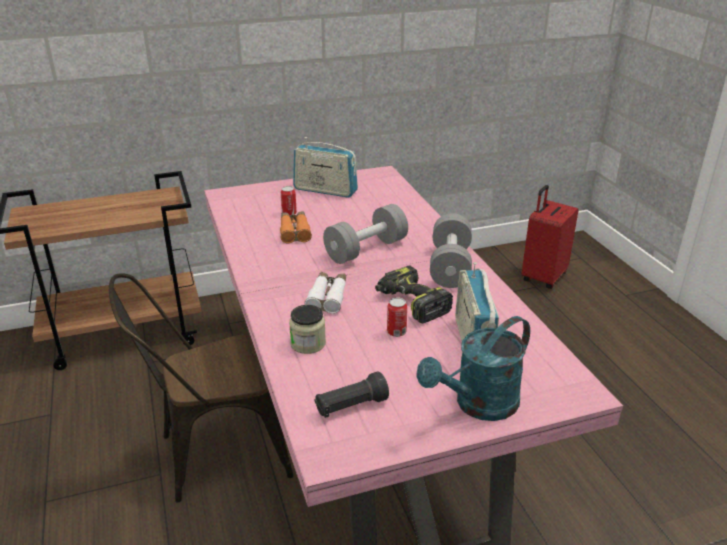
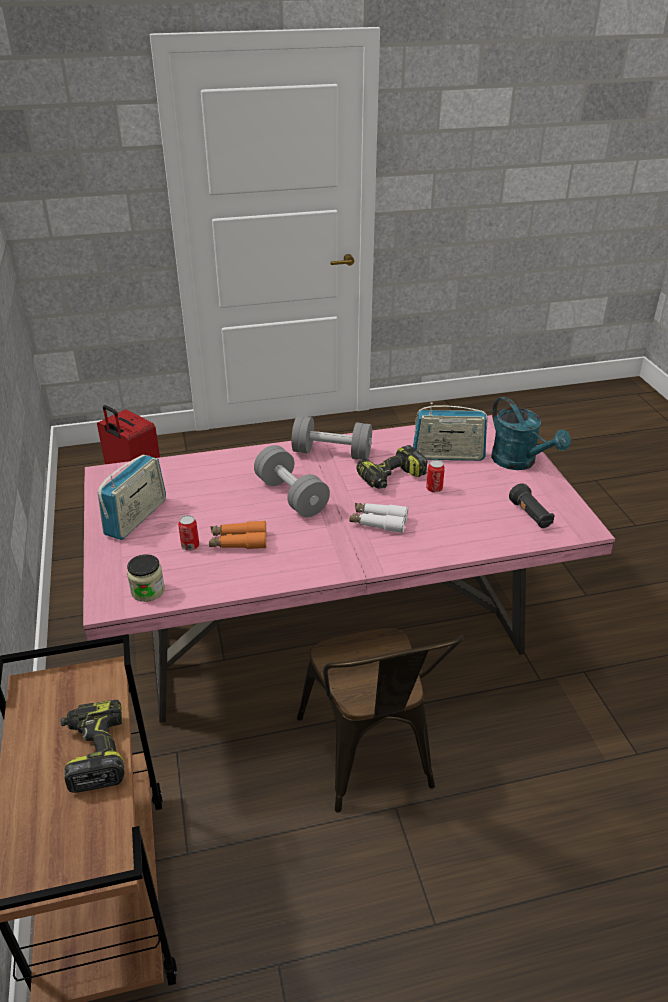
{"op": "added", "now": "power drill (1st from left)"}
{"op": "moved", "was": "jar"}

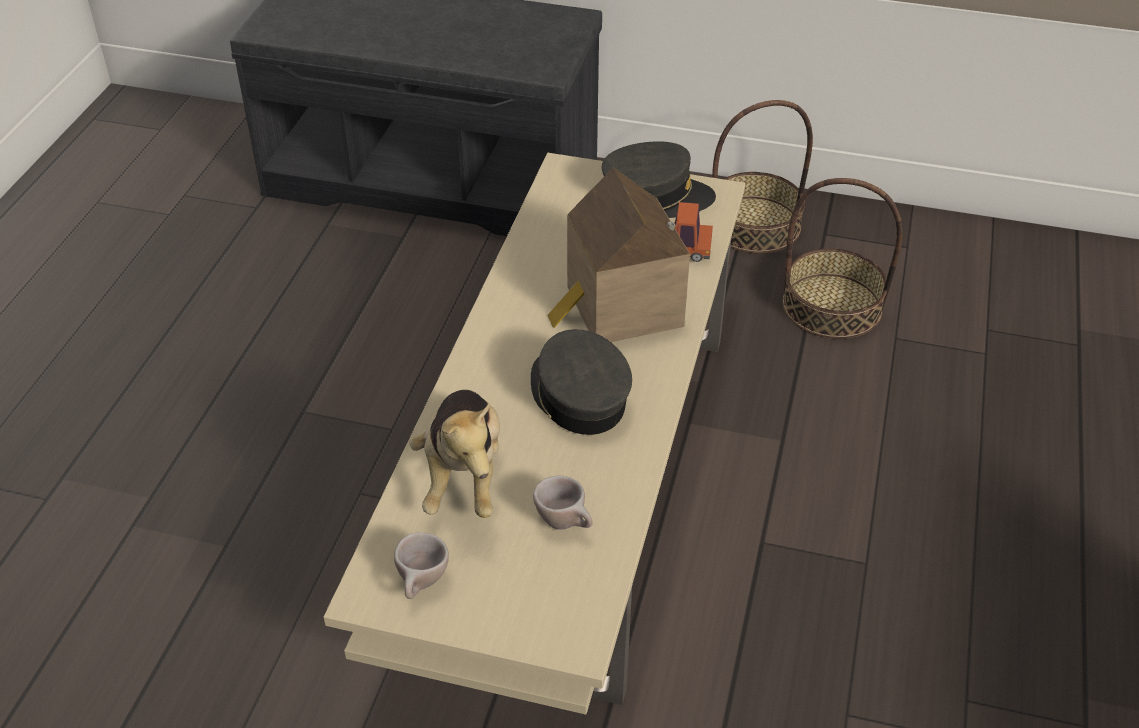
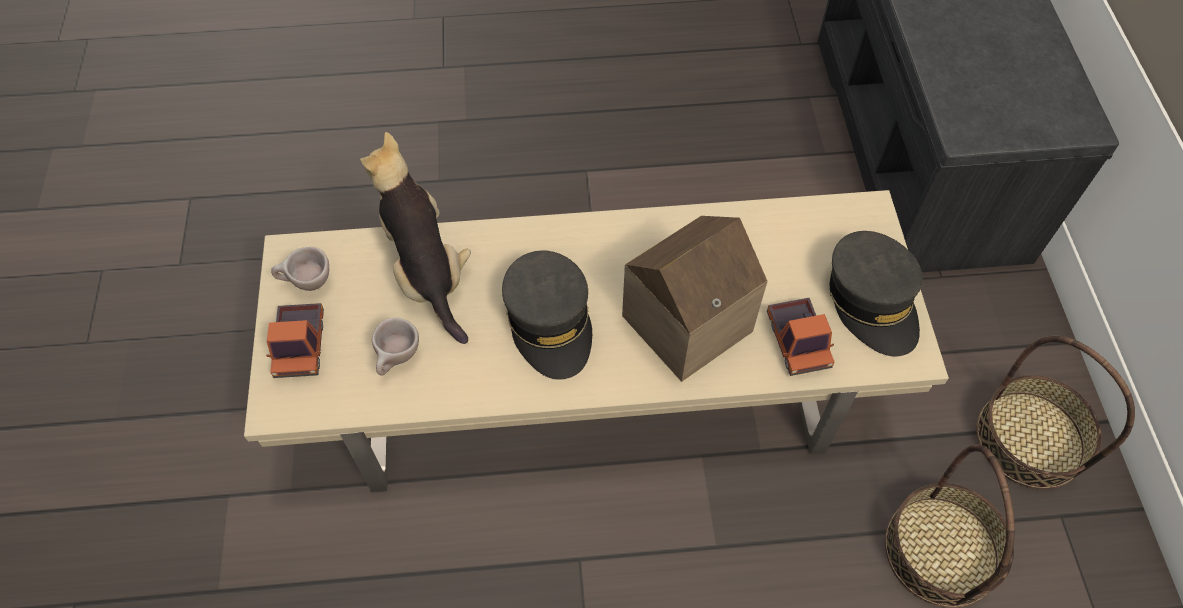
{"op": "added", "now": "toy truck (1st from left)"}
{"op": "turned", "was": "plush toy", "clockwise": 90}
{"op": "turned", "was": "grey cap (1st from left)", "clockwise": 120}

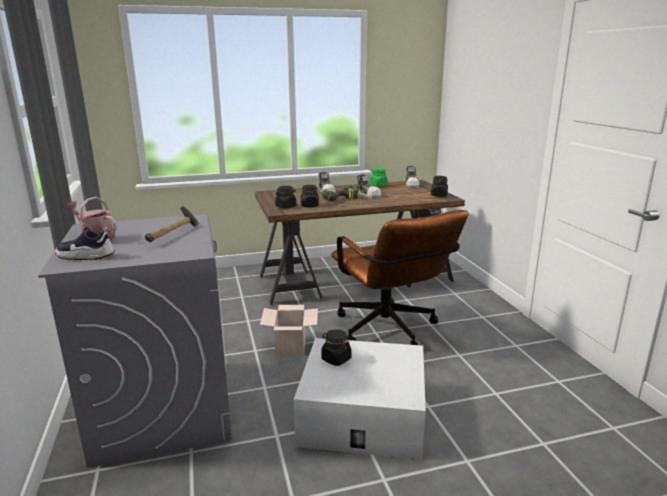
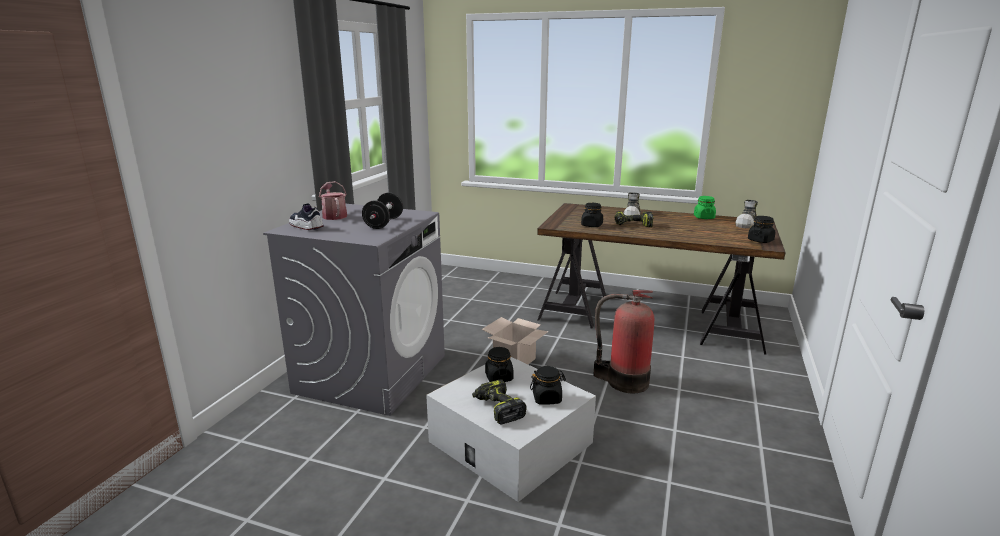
{"op": "replaced", "was": "hammer", "now": "black dumbbell"}
{"op": "added", "now": "power drill (1st from left)"}
{"op": "moved", "was": "black jar (1st from left in the first image)", "now": "black jar (2nd from left)"}
{"op": "replaced", "was": "brown office chair", "now": "fire extinguisher"}
{"op": "removed", "was": "shoe (3rd from left)"}

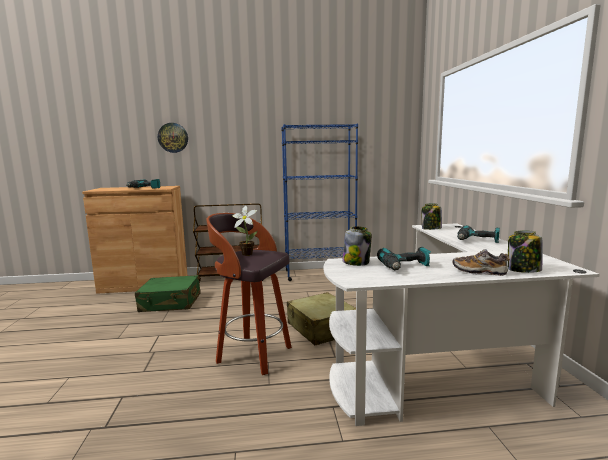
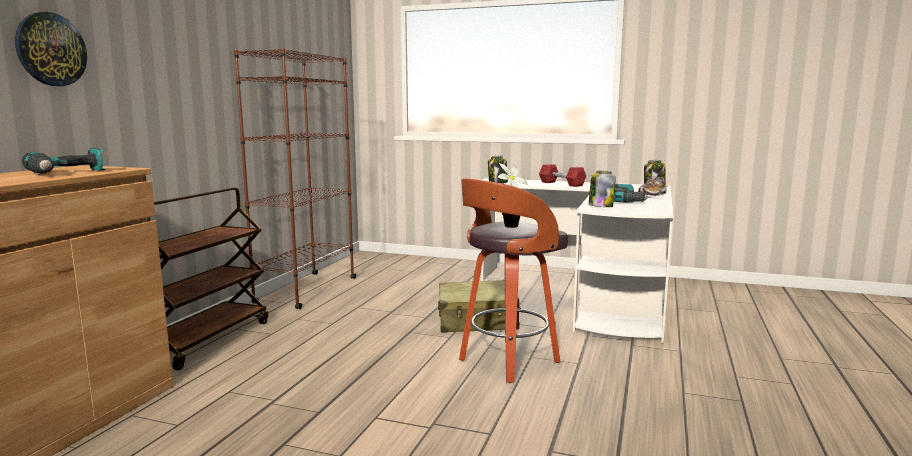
{"op": "recoloured", "was": "blue bookcase", "now": "brown bookcase"}
{"op": "replaced", "was": "power drill (3rd from left)", "now": "red dumbbell"}
{"op": "removed", "was": "green suitcase"}

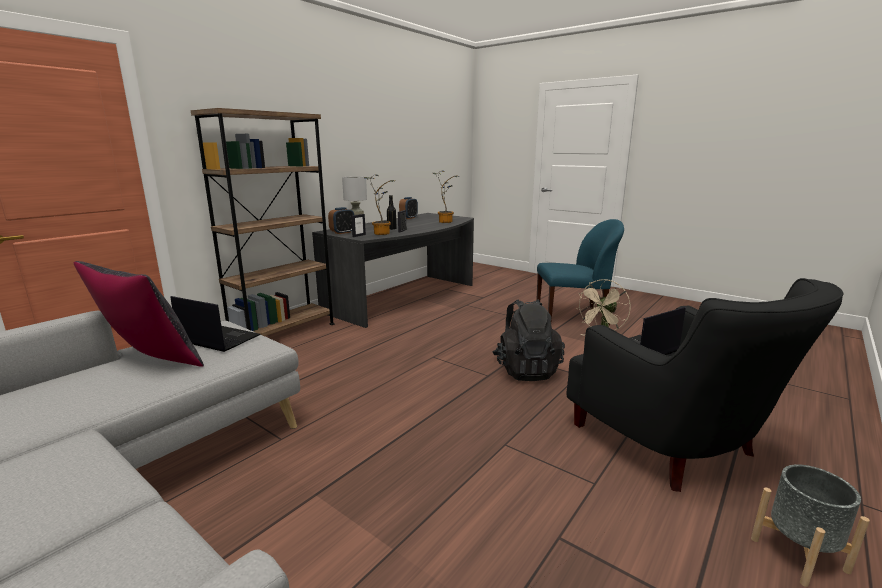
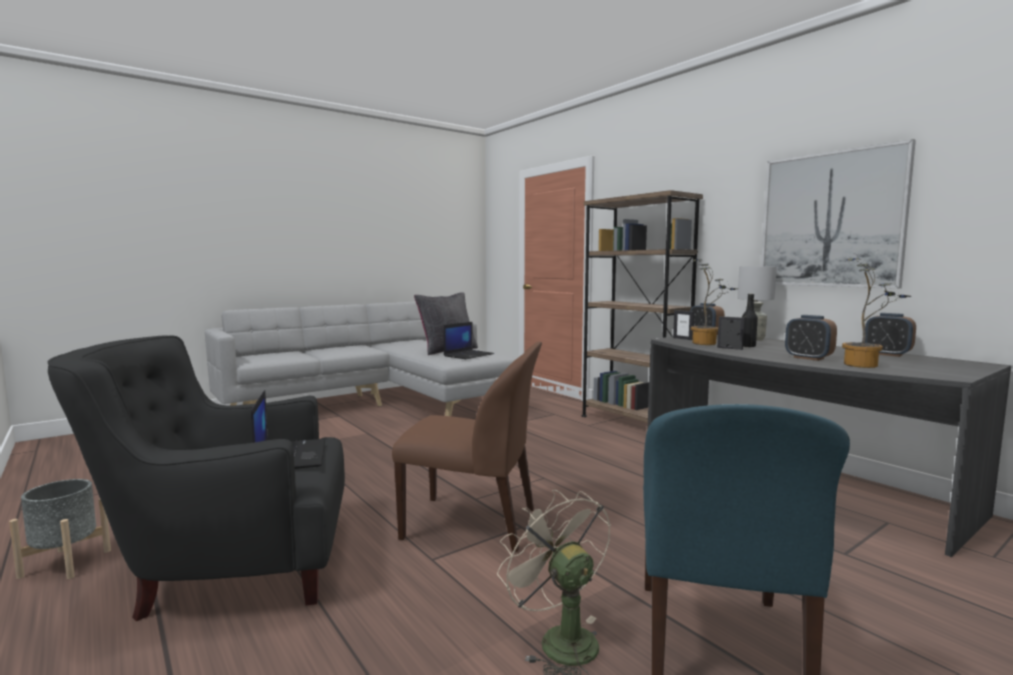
{"op": "replaced", "was": "black backpack", "now": "brown chair"}
{"op": "added", "now": "picture"}
{"op": "added", "now": "alarm clock (2nd from left)"}

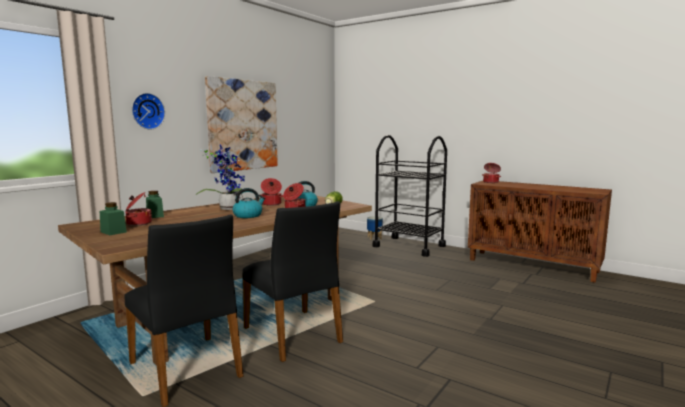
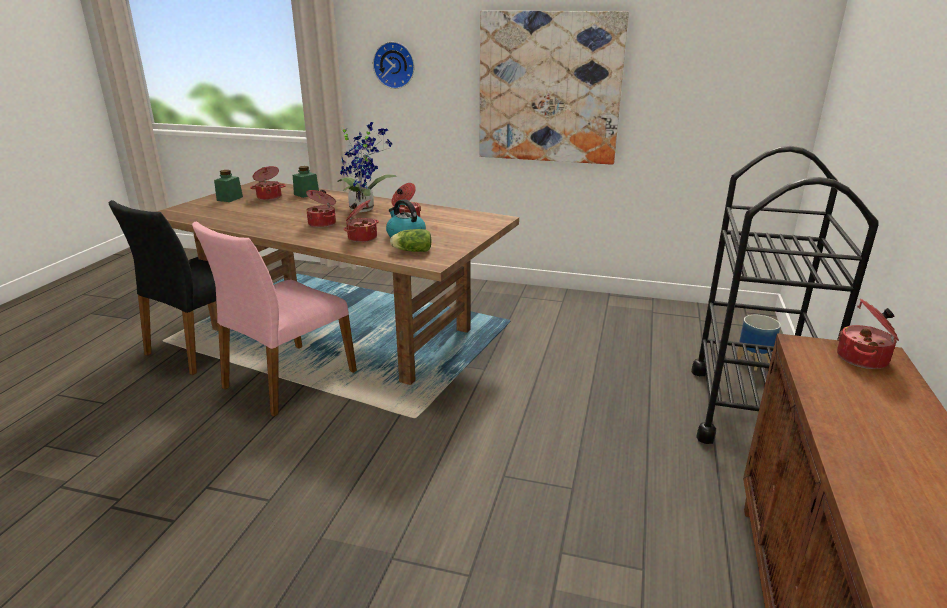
{"op": "recoloured", "was": "black chair (2nd from left)", "now": "pink chair"}
{"op": "replaced", "was": "kettle (1st from left)", "now": "cooking pot (2nd from left)"}

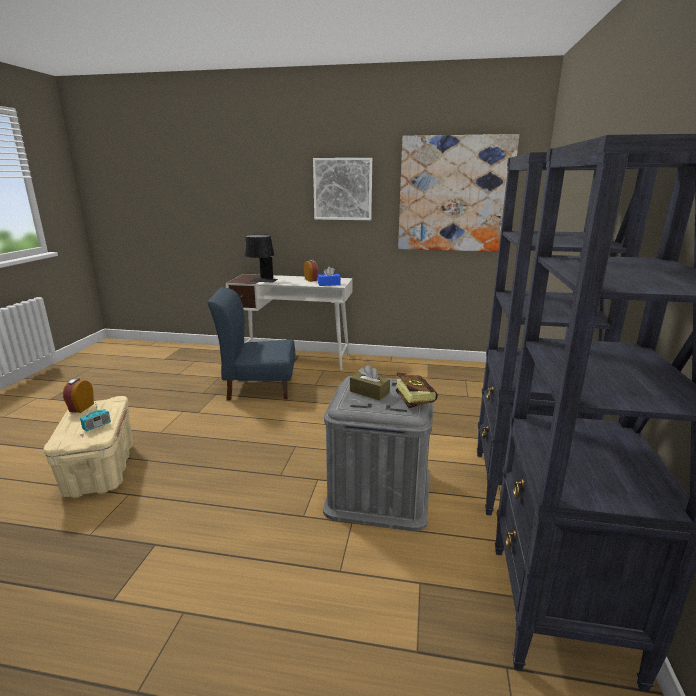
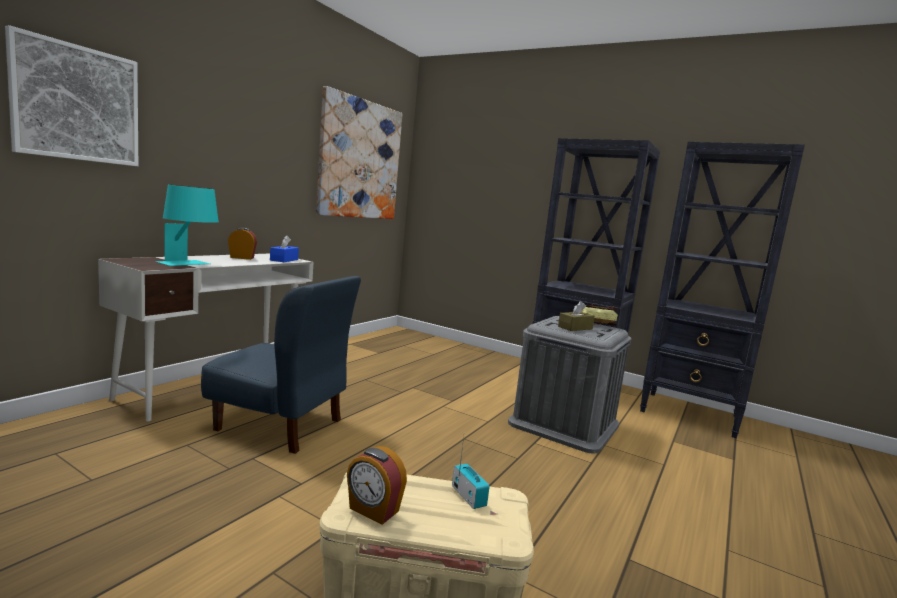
{"op": "moved", "was": "picture (1st from left)"}
{"op": "recoloured", "was": "black table lamp", "now": "turquoise table lamp"}
{"op": "turned", "was": "blue chair", "clockwise": -90}

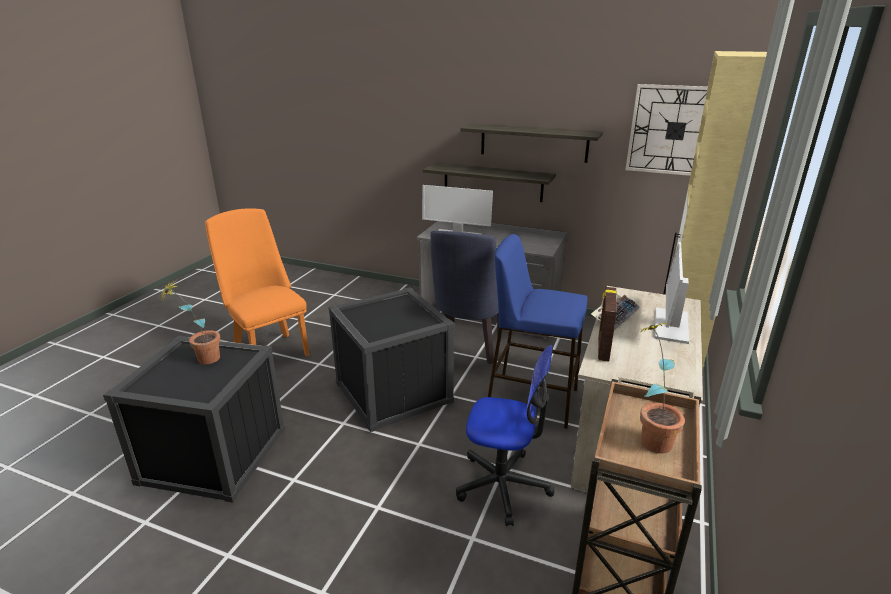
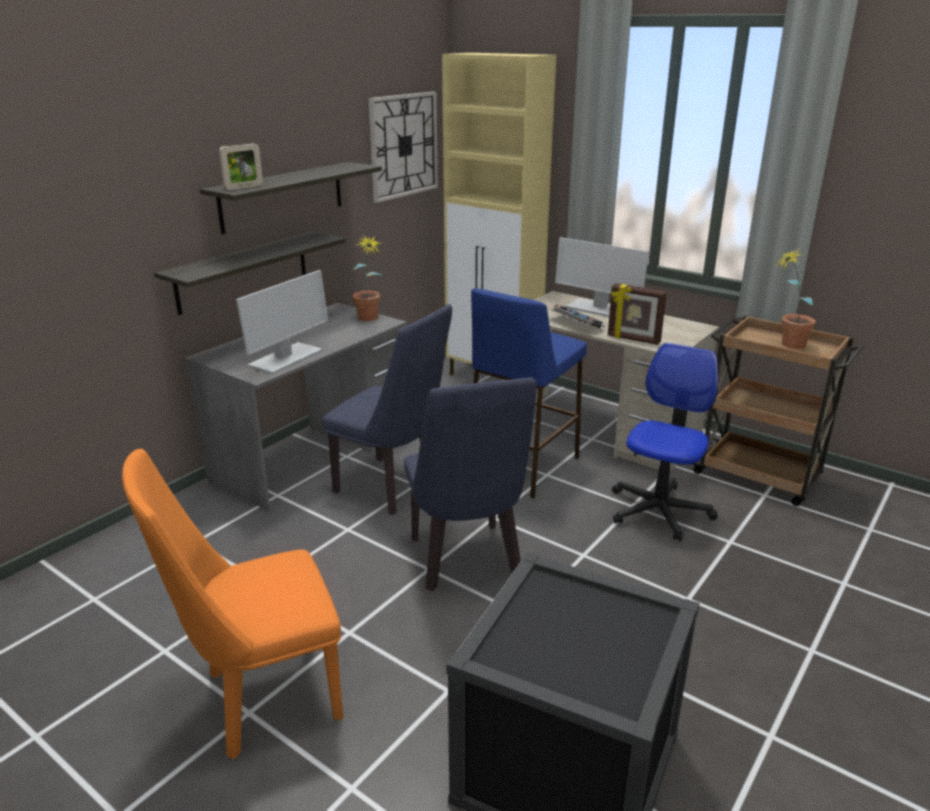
{"op": "added", "now": "picture frame (1st from left)"}
{"op": "moved", "was": "potted plant (1st from left)"}
{"op": "replaced", "was": "black storage box (2nd from left)", "now": "blue chair (2nd from left)"}

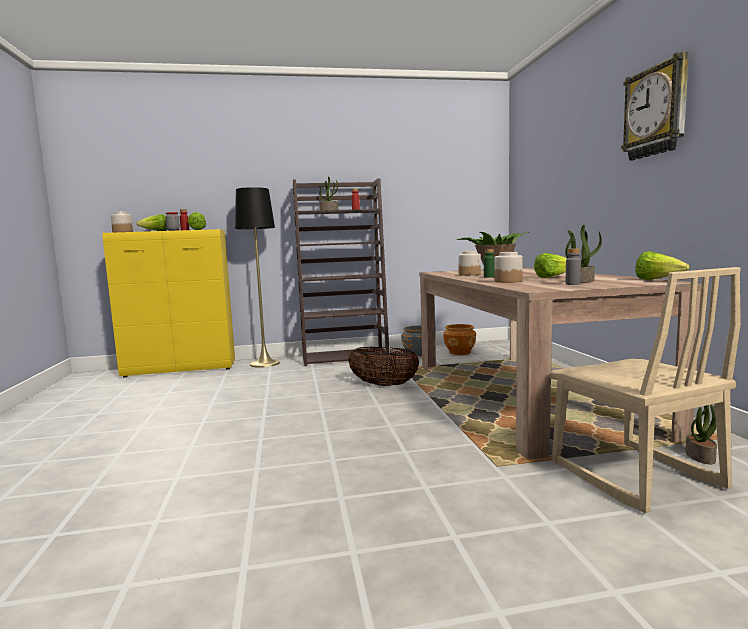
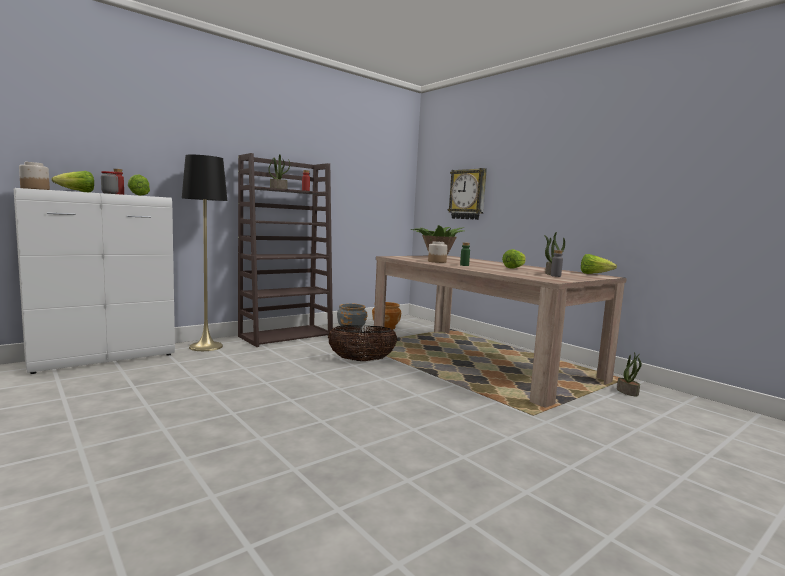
{"op": "recoloured", "was": "yellow cabinet", "now": "white cabinet"}
{"op": "moved", "was": "wall clock"}
{"op": "removed", "was": "jar (4th from left)"}
{"op": "removed", "was": "beige chair"}

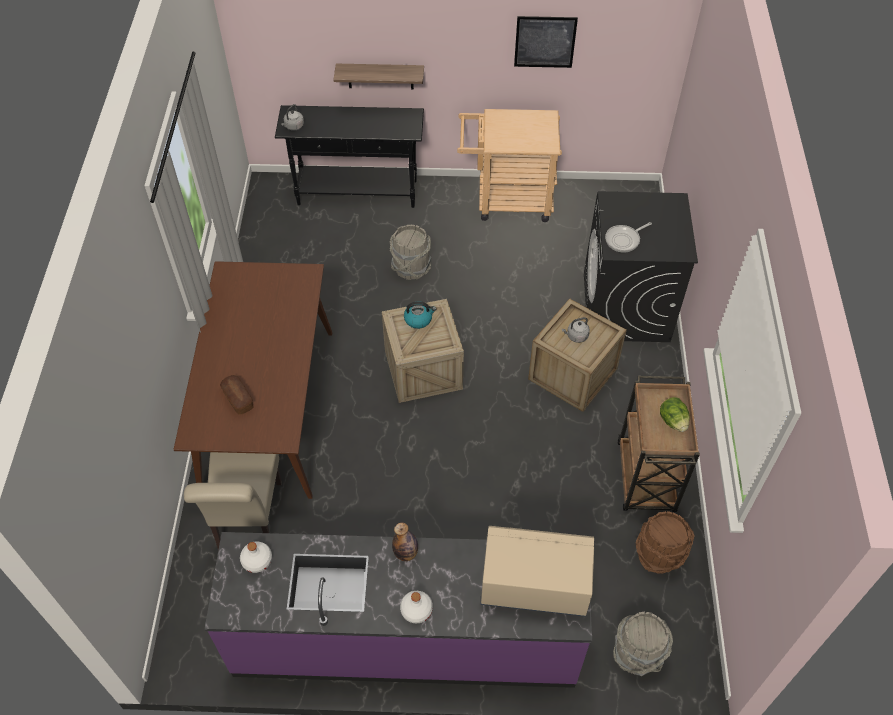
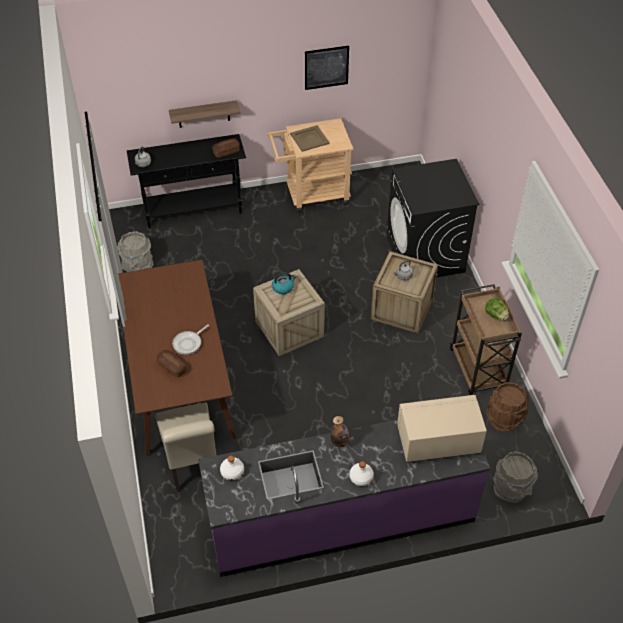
{"op": "moved", "was": "grey bucket (1st from left)"}
{"op": "moved", "was": "frying pan"}
{"op": "added", "now": "bread (2nd from left)"}
{"op": "added", "now": "beige tray"}

